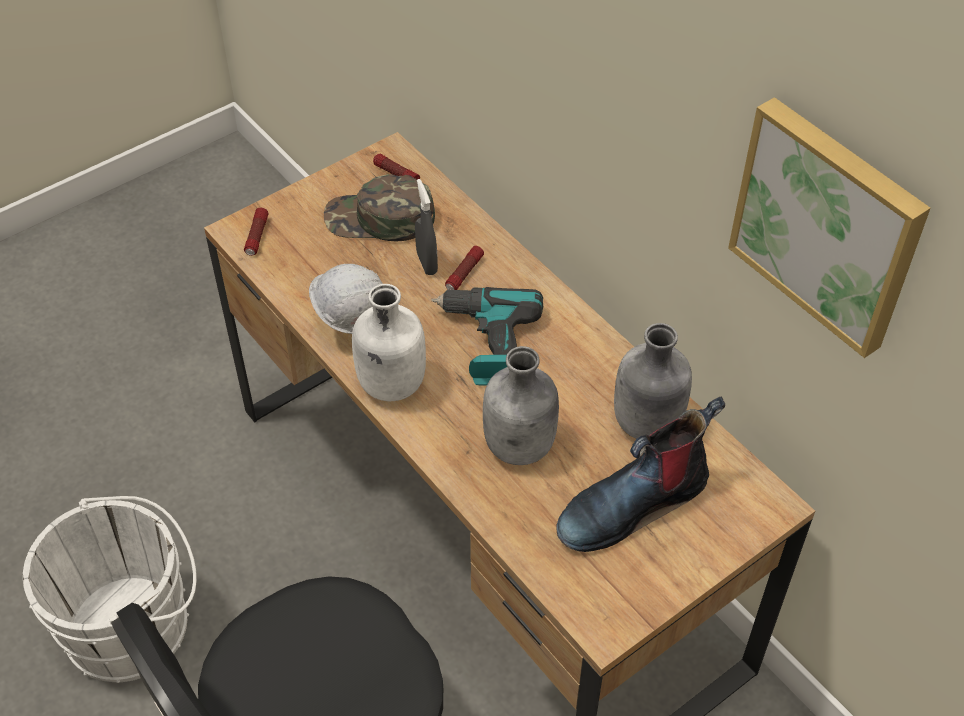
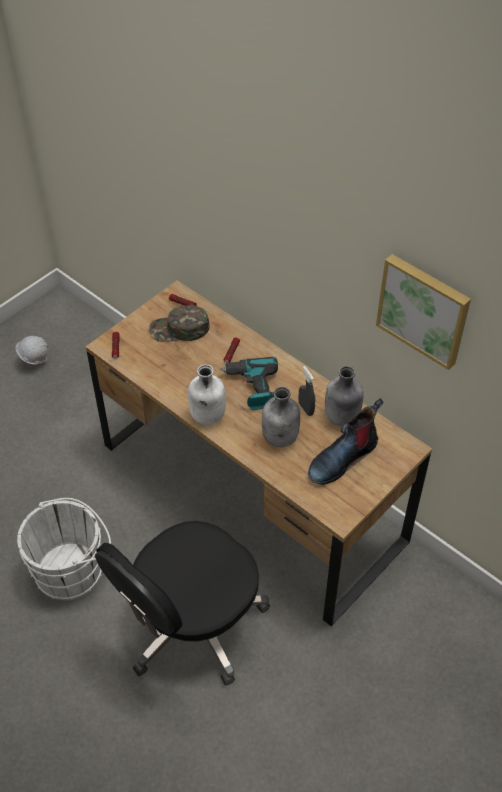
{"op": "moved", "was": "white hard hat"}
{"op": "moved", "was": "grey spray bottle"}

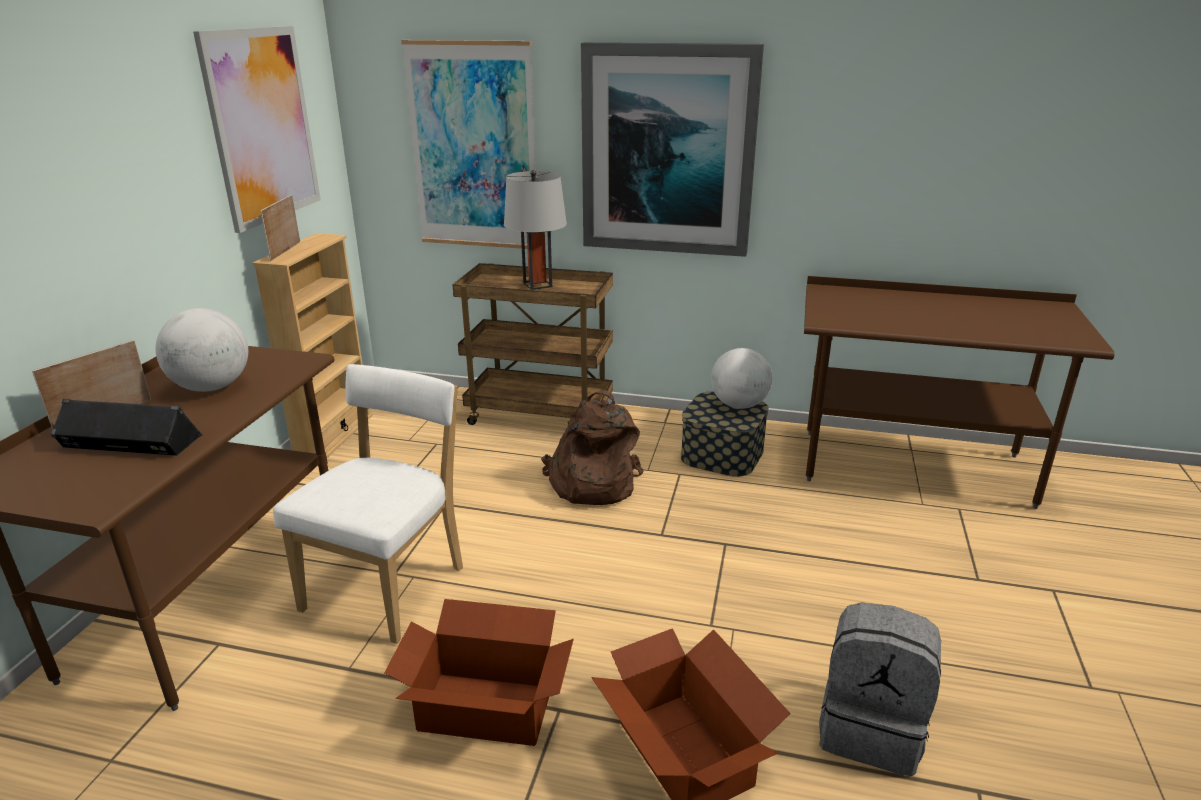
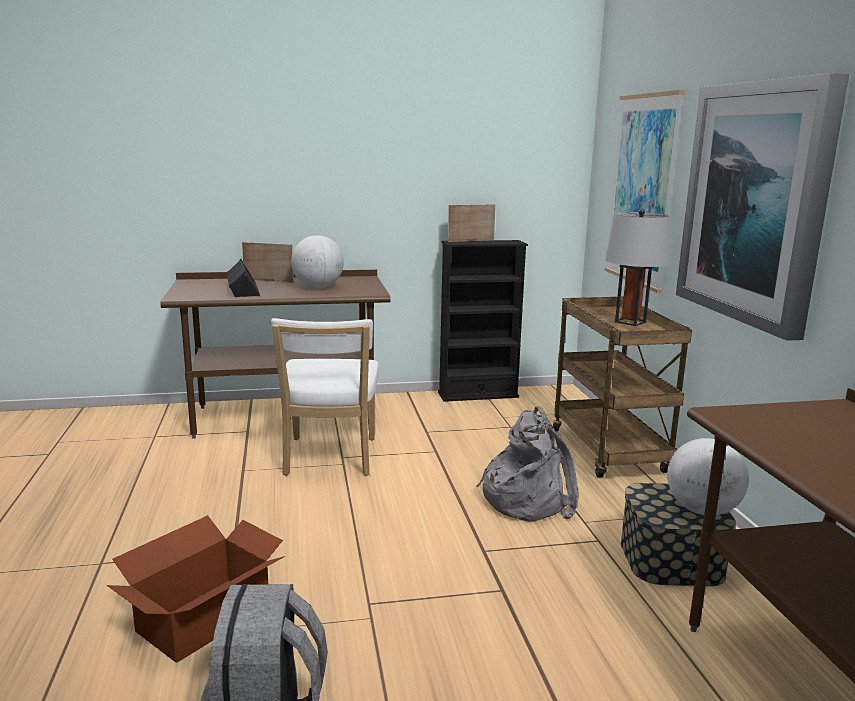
{"op": "turned", "was": "white chair", "clockwise": 90}
{"op": "recoloured", "was": "beige bookcase", "now": "black bookcase"}
{"op": "recoloured", "was": "brown backpack", "now": "grey backpack (2nd from left)"}
{"op": "removed", "was": "picture (1st from left)"}
{"op": "removed", "was": "cardboard box (1st from left)"}

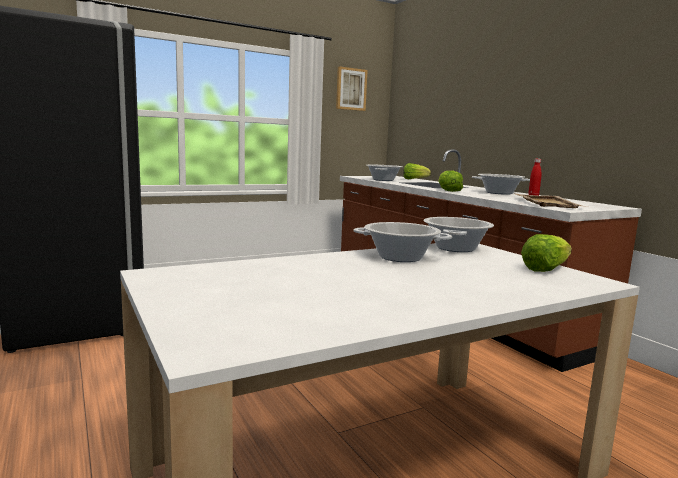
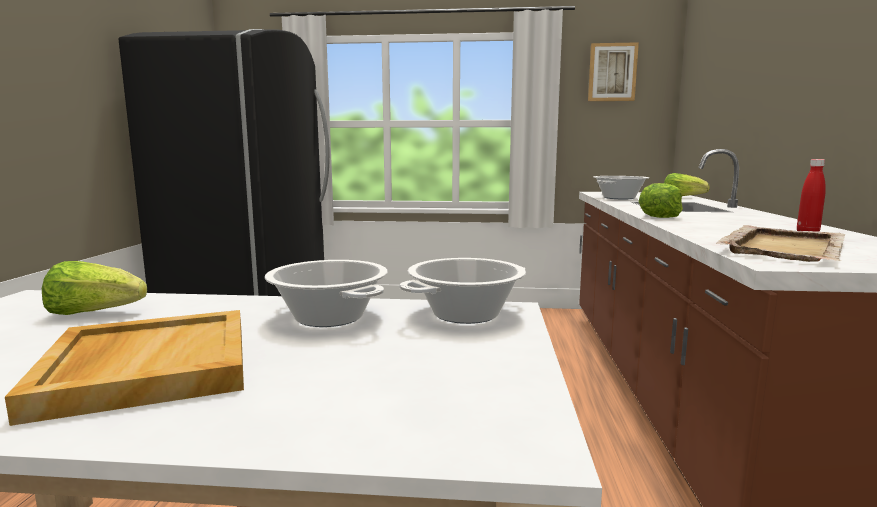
{"op": "added", "now": "beige tray (1st from left)"}
{"op": "moved", "was": "lettuce (3rd from left in the first image)", "now": "lettuce (1st from left)"}
{"op": "removed", "was": "cooking pot (4th from left)"}

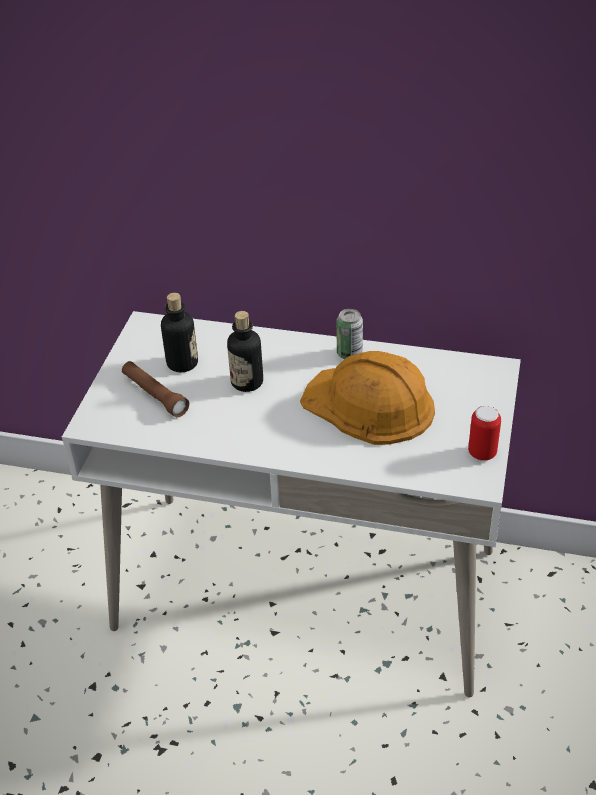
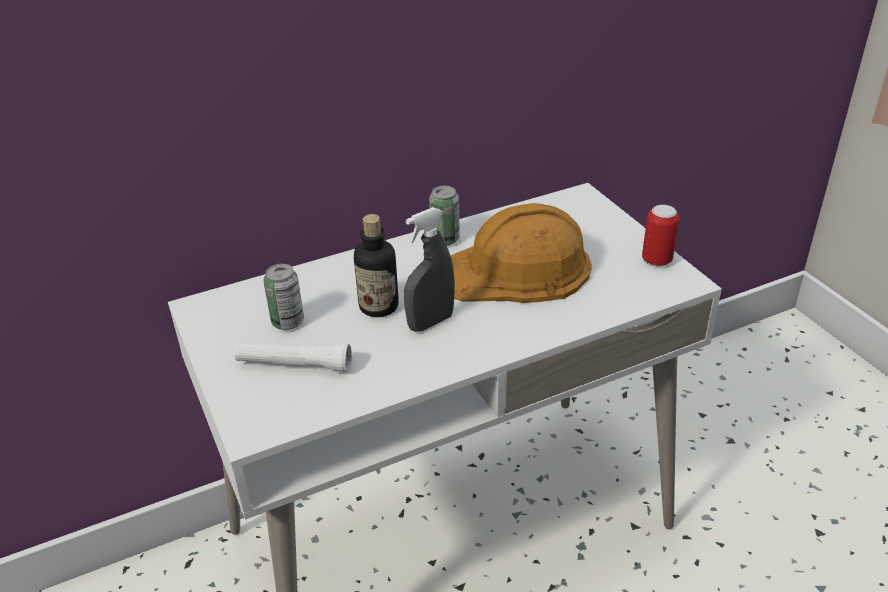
{"op": "recoloured", "was": "brown flashlight", "now": "white flashlight"}
{"op": "replaced", "was": "bottle (1st from left)", "now": "can (1st from left)"}
{"op": "added", "now": "grey spray bottle"}

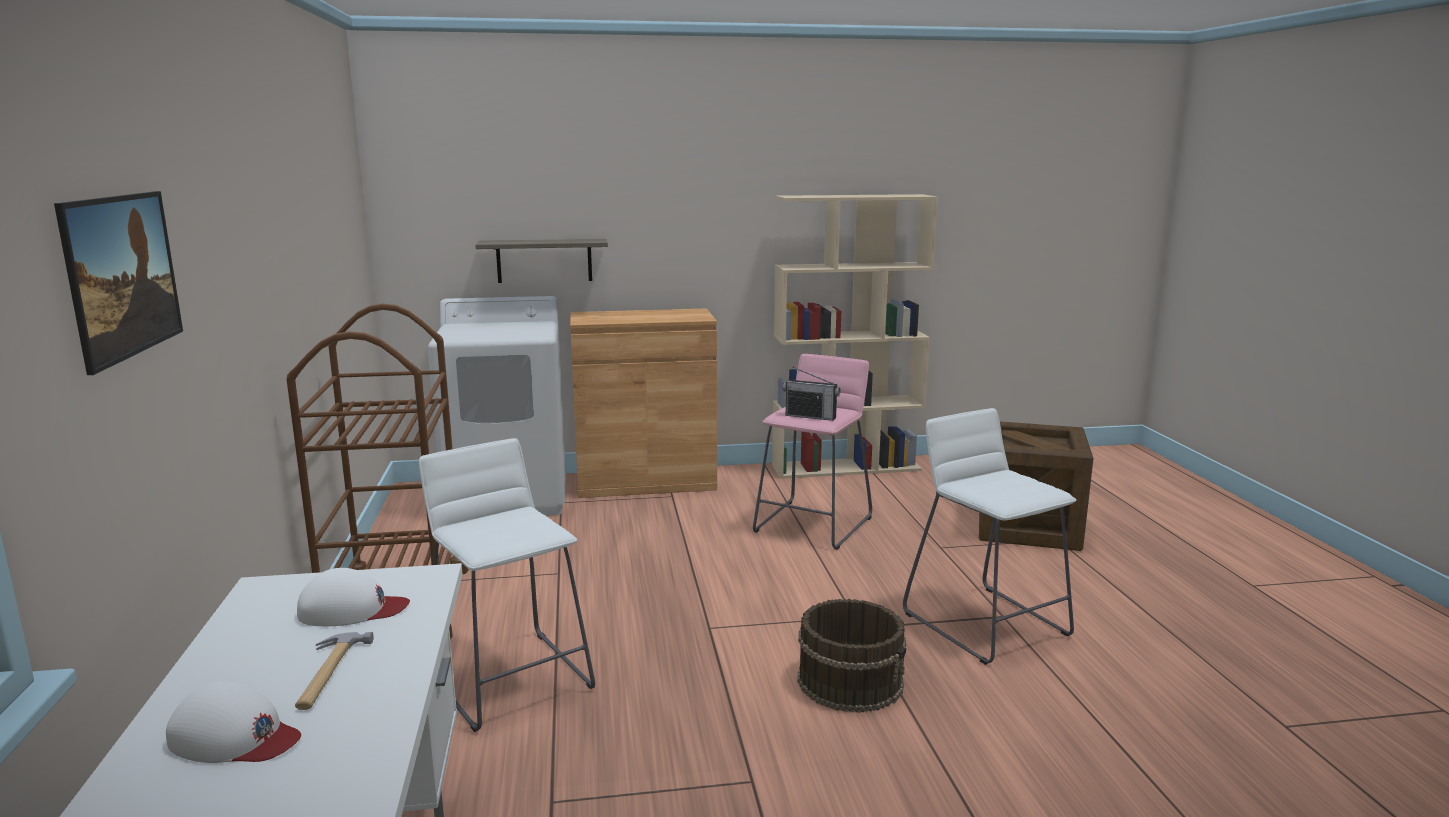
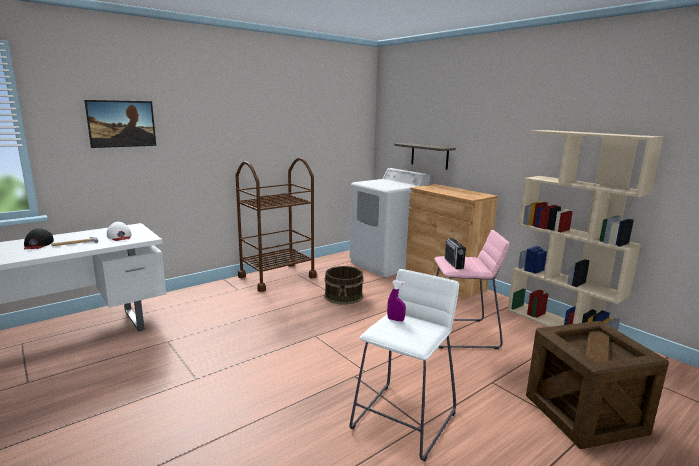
{"op": "recoloured", "was": "white cap (1st from left)", "now": "black cap"}
{"op": "moved", "was": "brown bucket"}
{"op": "added", "now": "purple spray bottle"}
{"op": "removed", "was": "white stool (1st from left)"}

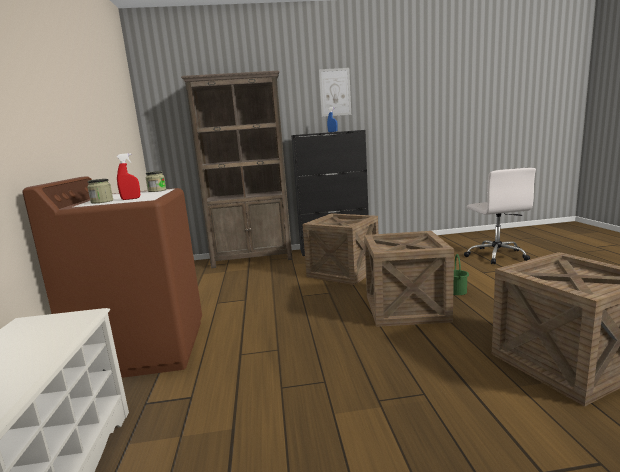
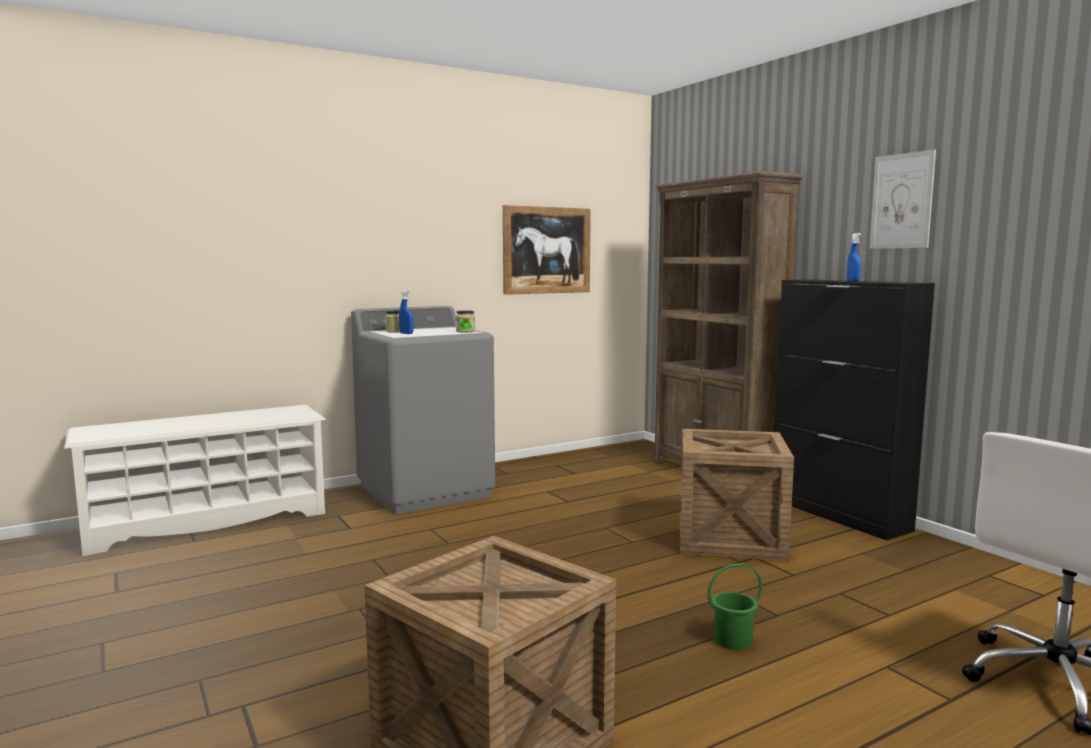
{"op": "recoloured", "was": "brown washing machine", "now": "grey washing machine"}
{"op": "recoloured", "was": "red spray bottle", "now": "blue spray bottle (1st from left)"}
{"op": "added", "now": "picture (1st from left)"}
{"op": "removed", "was": "crate (2nd from left)"}

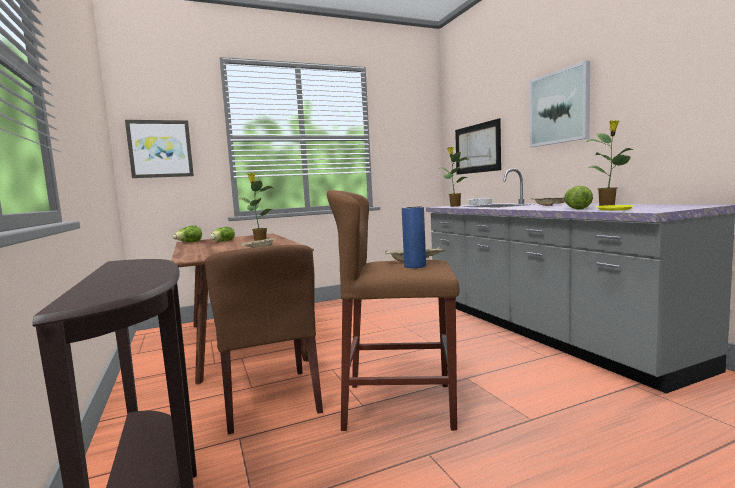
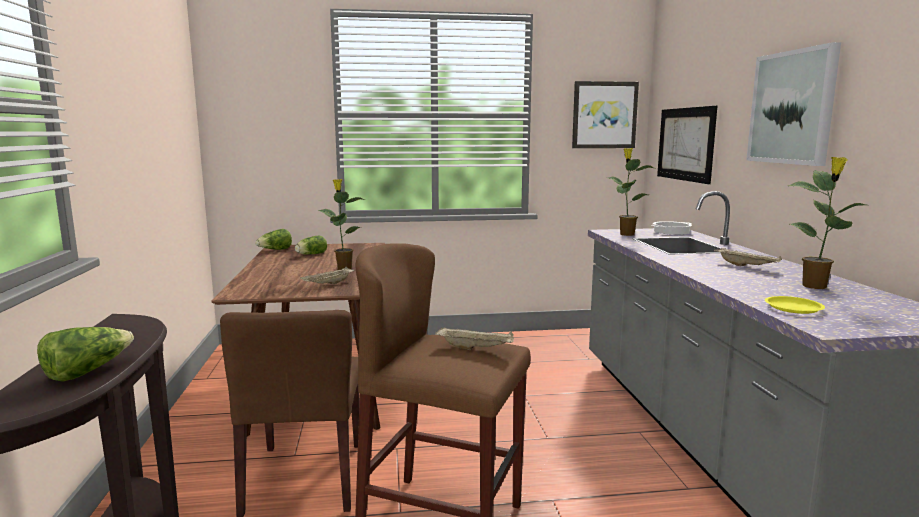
{"op": "moved", "was": "lettuce (3rd from left in the first image)", "now": "lettuce (1st from left)"}
{"op": "moved", "was": "picture (1st from left)"}
{"op": "removed", "was": "blue vase"}

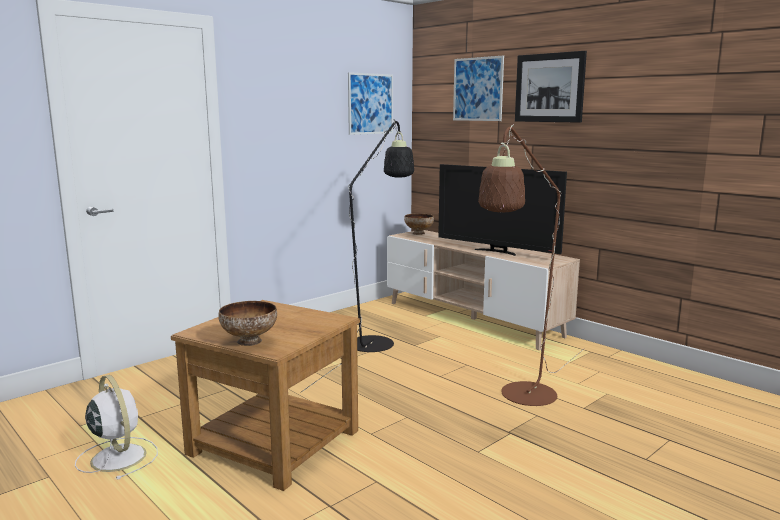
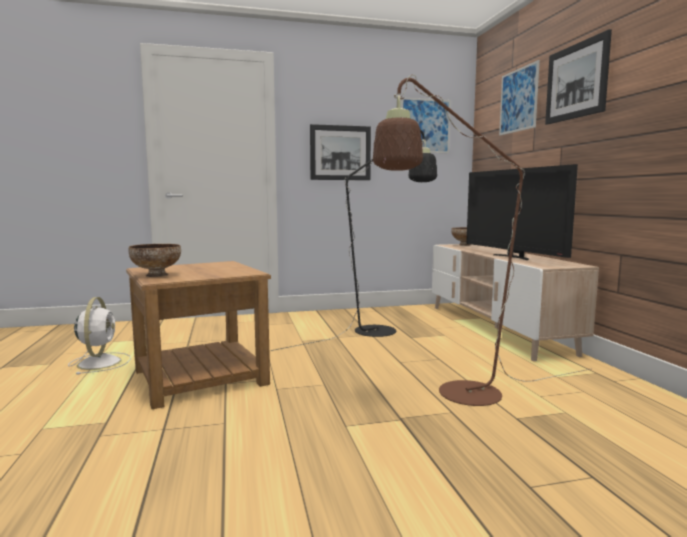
{"op": "added", "now": "picture (1st from left)"}

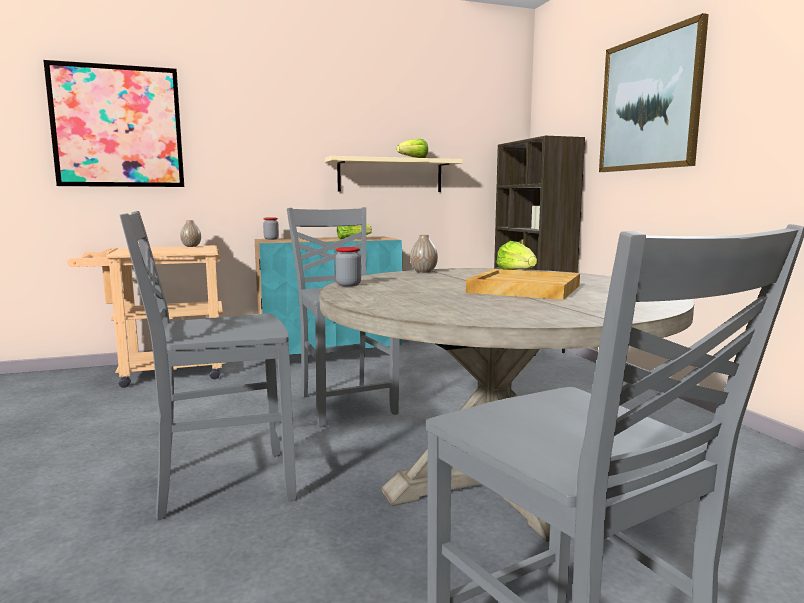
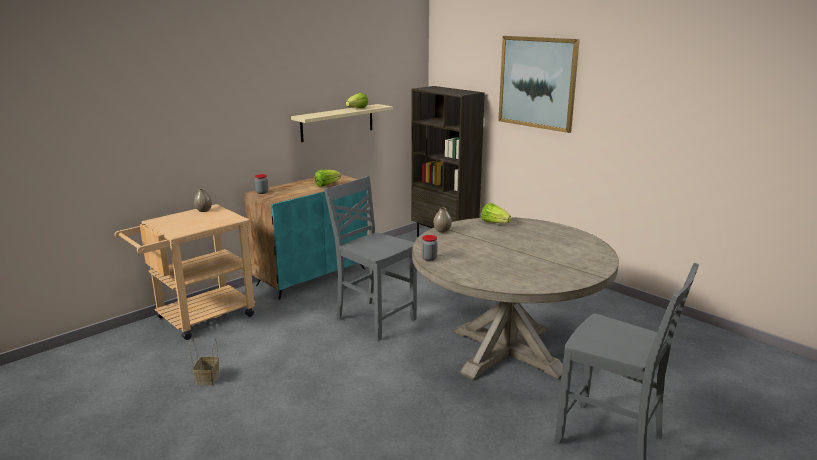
{"op": "added", "now": "basket"}
{"op": "removed", "was": "picture (1st from left)"}
{"op": "removed", "was": "grey chair (1st from left)"}
{"op": "removed", "was": "beige tray"}

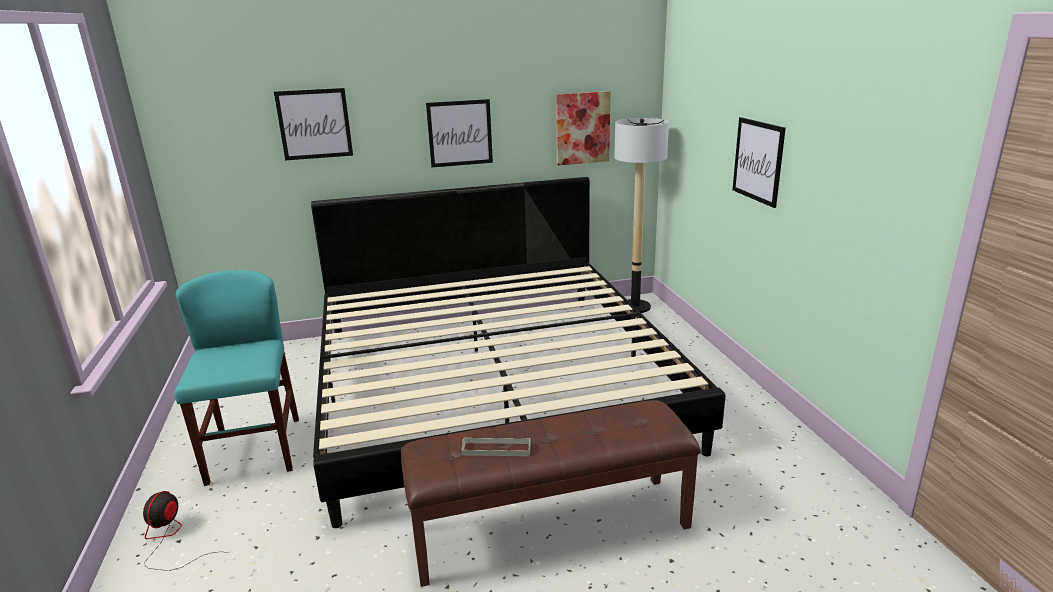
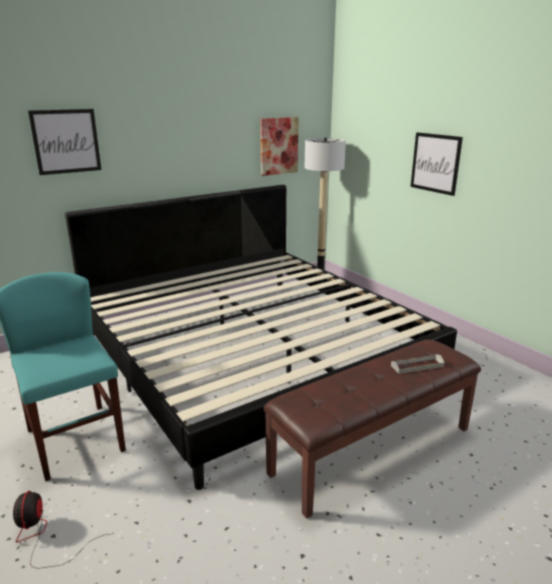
{"op": "moved", "was": "grey tray"}
{"op": "removed", "was": "picture (2nd from left)"}

